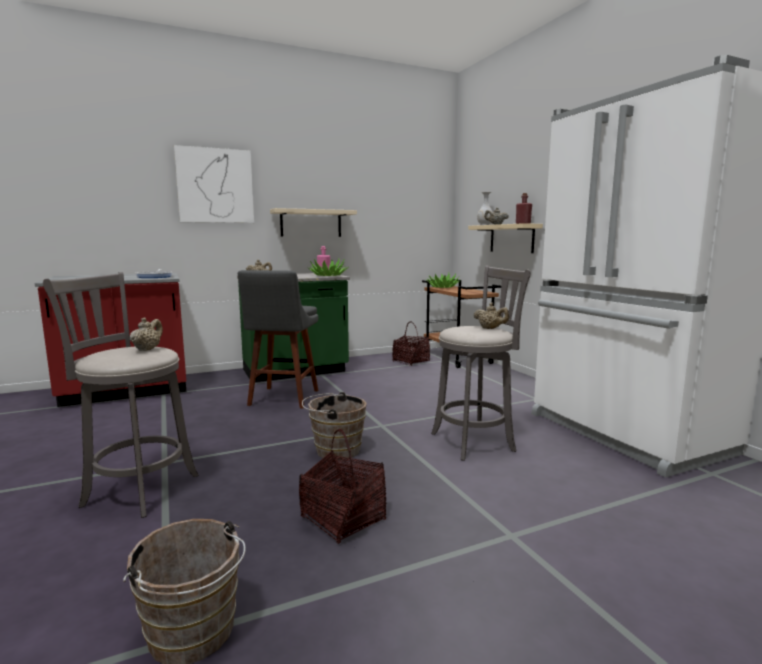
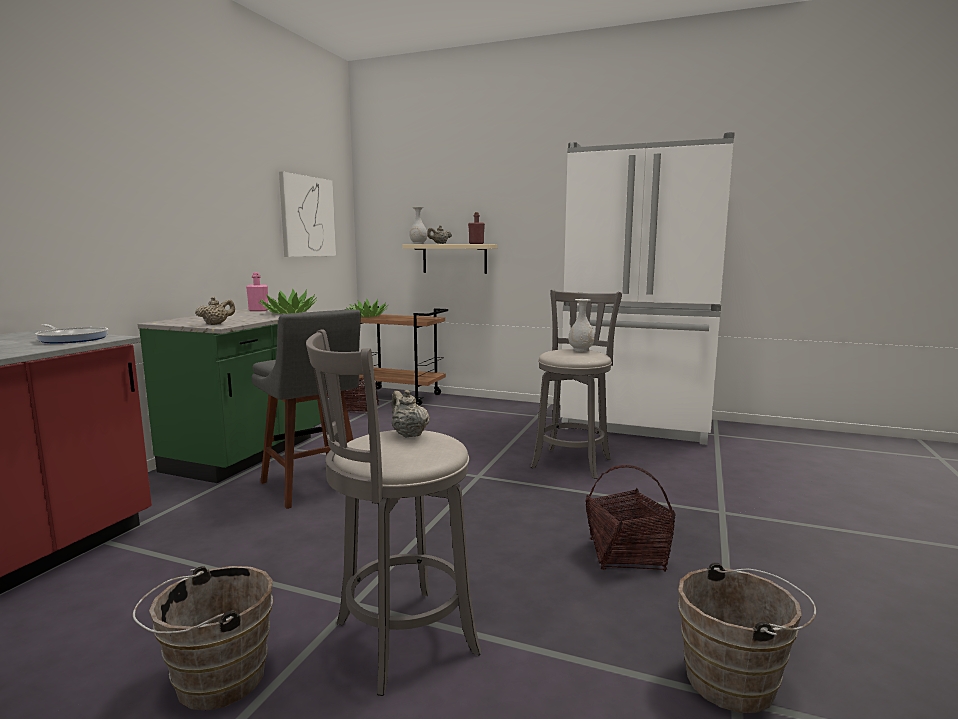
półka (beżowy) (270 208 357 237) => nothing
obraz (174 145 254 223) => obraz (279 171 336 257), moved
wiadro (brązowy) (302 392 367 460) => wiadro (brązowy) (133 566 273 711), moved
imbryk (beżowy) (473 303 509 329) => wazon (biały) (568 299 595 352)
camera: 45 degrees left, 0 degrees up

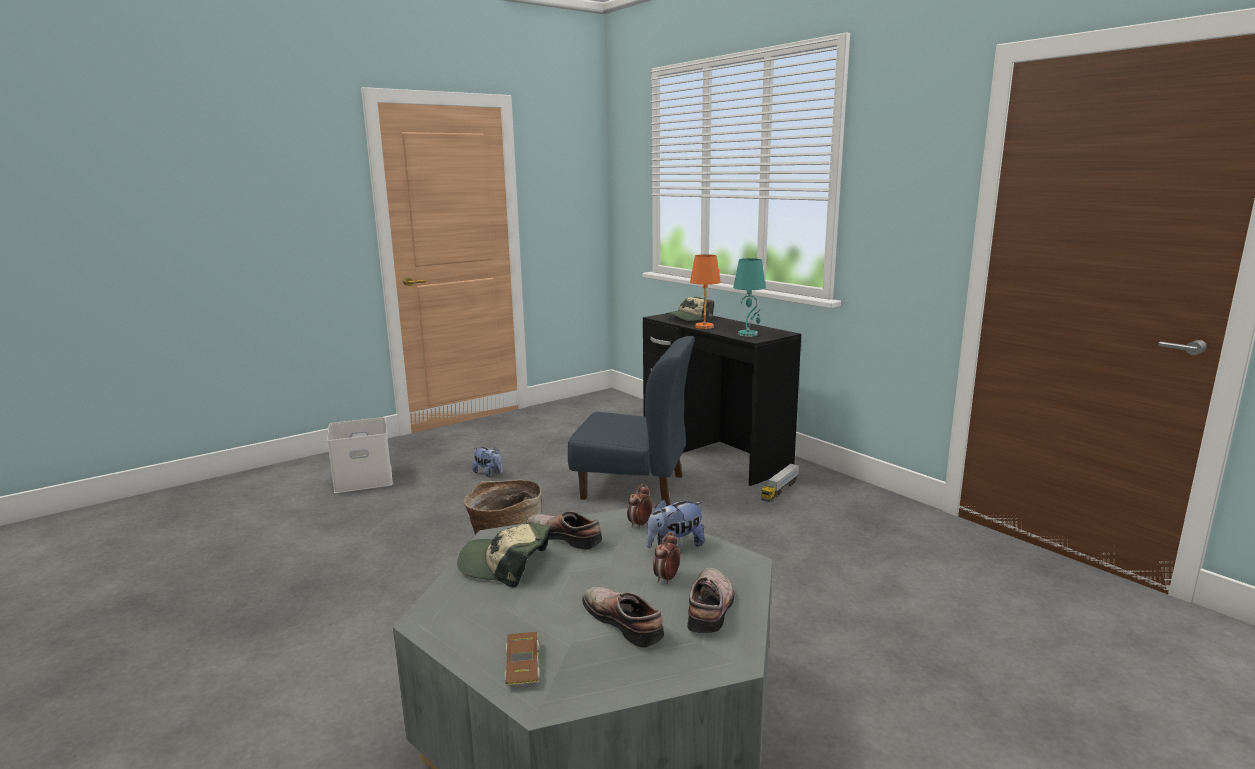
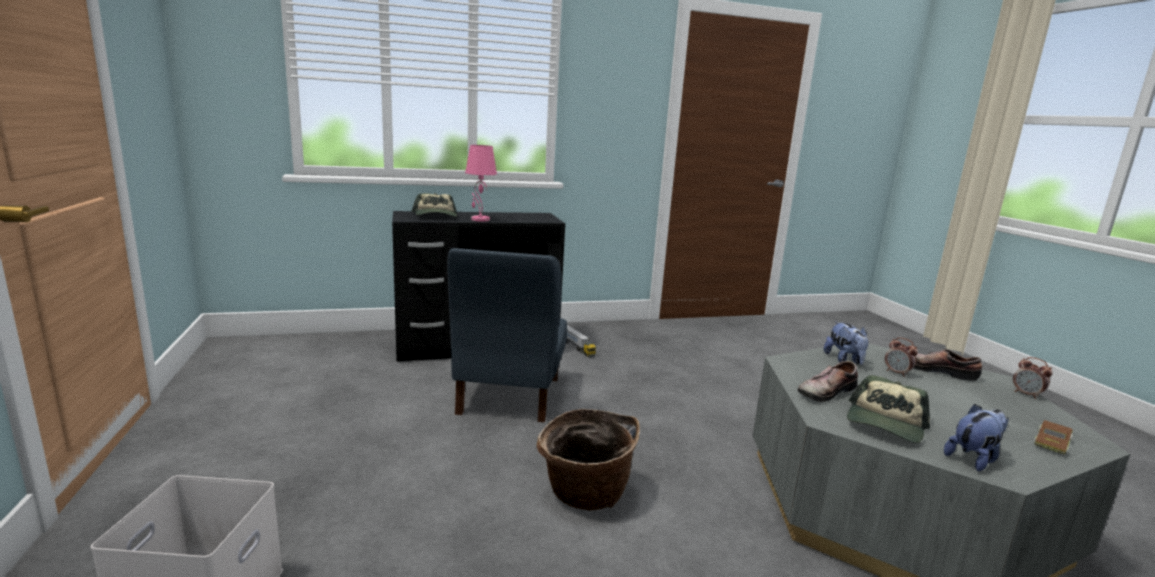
but (582 587 664 648) => nothing
lampa stołowa (turkusowy) (733 258 766 337) => nothing
pluszak (472 447 503 477) => pluszak (944 404 1009 471), moved
budzik (627 484 653 528) => budzik (1013 357 1053 399), moved
lampa stołowa (pomarańczowy) (690 254 721 329) => lampa stołowa (różowy) (465 145 497 222)
samochodzik (brązowy) (505 632 539 686) => samochodzik (brązowy) (1034 420 1073 455), 120 degrees clockwise
krzesło (niebieski) (568 336 695 506) => krzesło (niebieski) (447 248 567 422), 150 degrees clockwise
camera: 70 degrees left, 0 degrees up

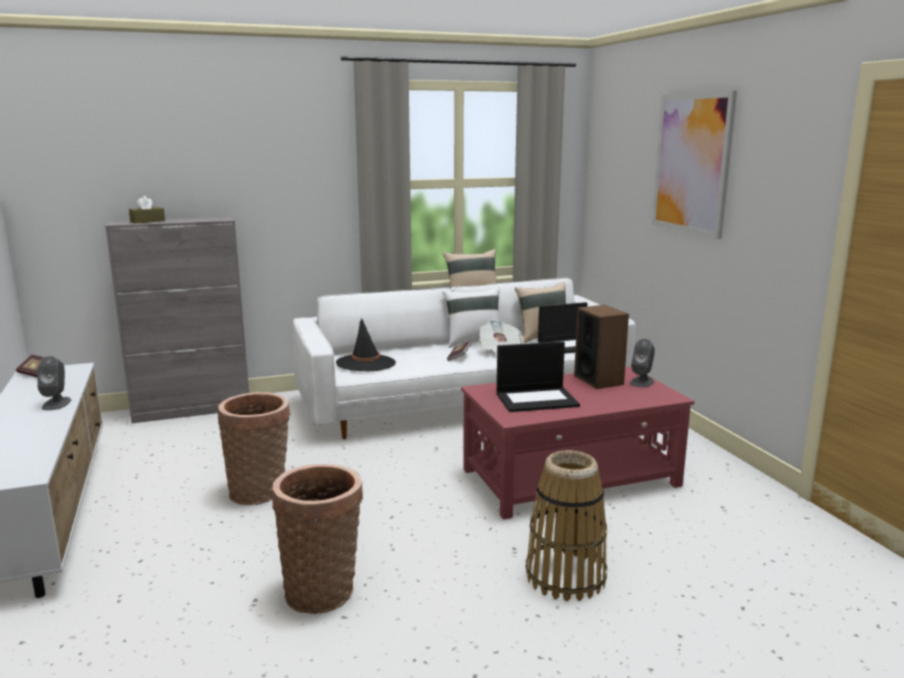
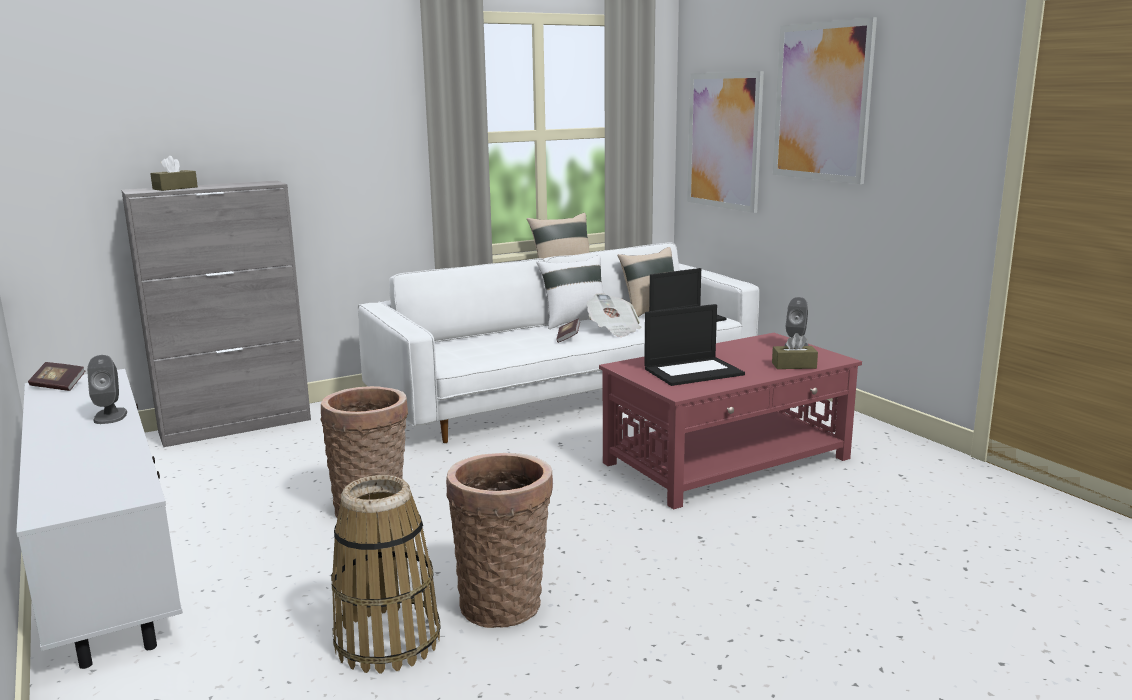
kapelusz (czarny) (336 319 396 371) => nothing
głośnik (574 305 629 389) => nothing
nothing => obraz (687 71 764 213)
nothing => pudełko chusteczek (brązowy) (772 333 818 369)
koszyk (525 450 607 601) => koszyk (331 475 441 674), moved
camera: 10 degrees left, 0 degrees up

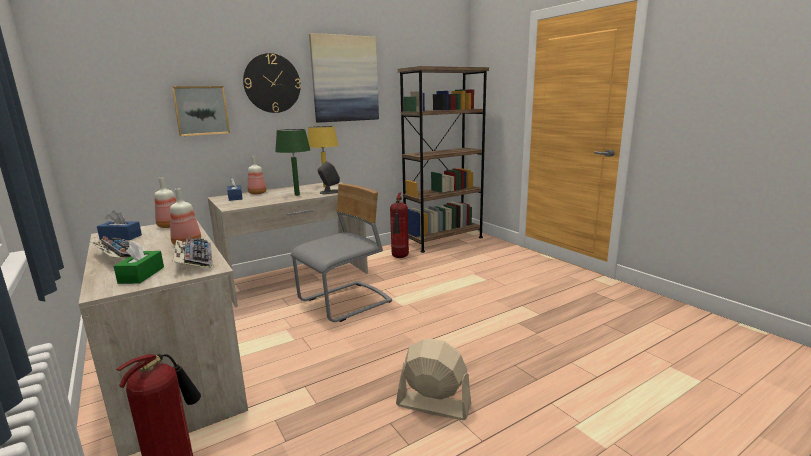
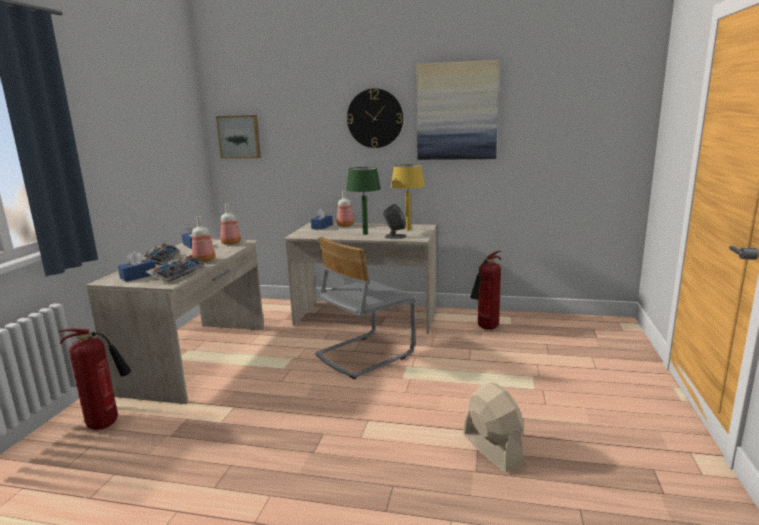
regał (brązowy) (398 66 489 253) => nothing
obraz (171 86 230 136) => obraz (216 115 261 159), moved
wentylator (beżowy) (396 338 471 420) => wentylator (beżowy) (463 382 525 472), moved
pudełko chusteczek (zielony) (114 241 164 284) => pudełko chusteczek (niebieski) (118 251 156 282)
krzesło (szary) (291 183 392 322) => krzesło (szary) (315 237 416 379), 135 degrees clockwise
camera: 45 degrees right, 0 degrees up

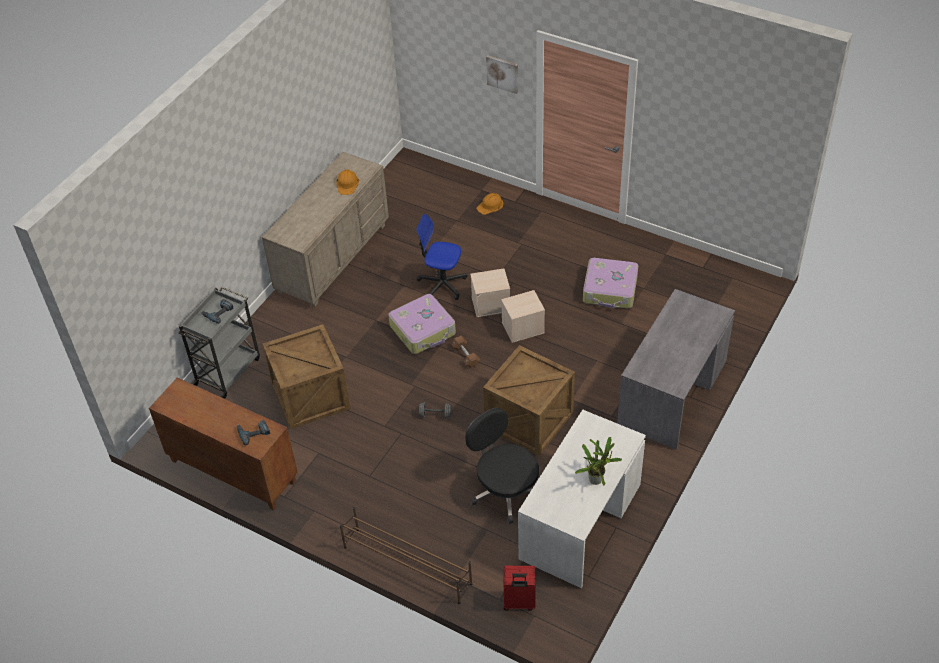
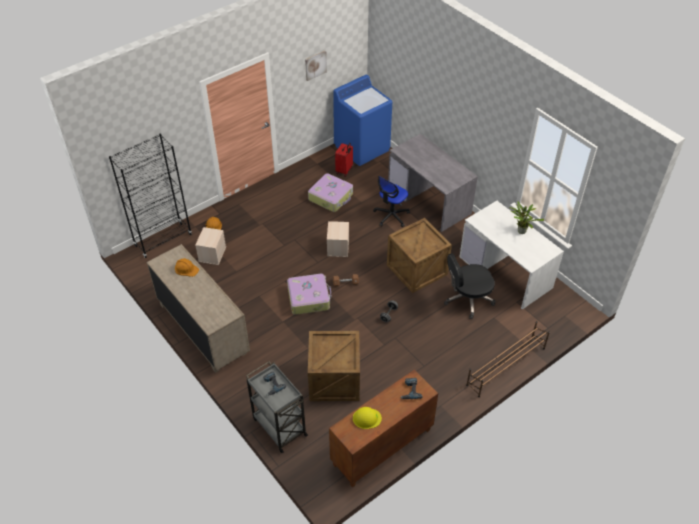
nothing => regał (czarny) (109 134 192 258)
nothing => pralka (niebieski) (333 75 392 166)
nothing => kask (żółty) (353 407 382 429)
krzesło biurowe (416 214 467 300) => krzesło biurowe (373 176 410 227), moved
pojemnik do przechowywania (beżowy) (470 268 510 317) => pojemnik do przechowywania (beżowy) (195 227 226 265), moved
obraz (486 56 518 94) => obraz (305 51 327 81), moved
walizka (czerwony) (504 566 536 611) => walizka (czerwony) (335 143 353 177), moved
camera: 70 degrees left, 0 degrees up

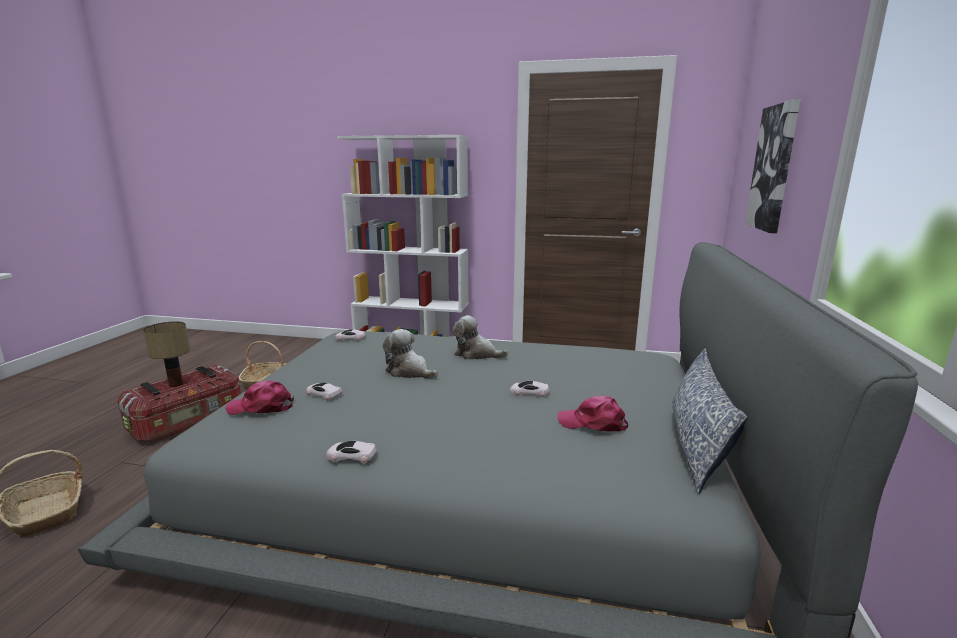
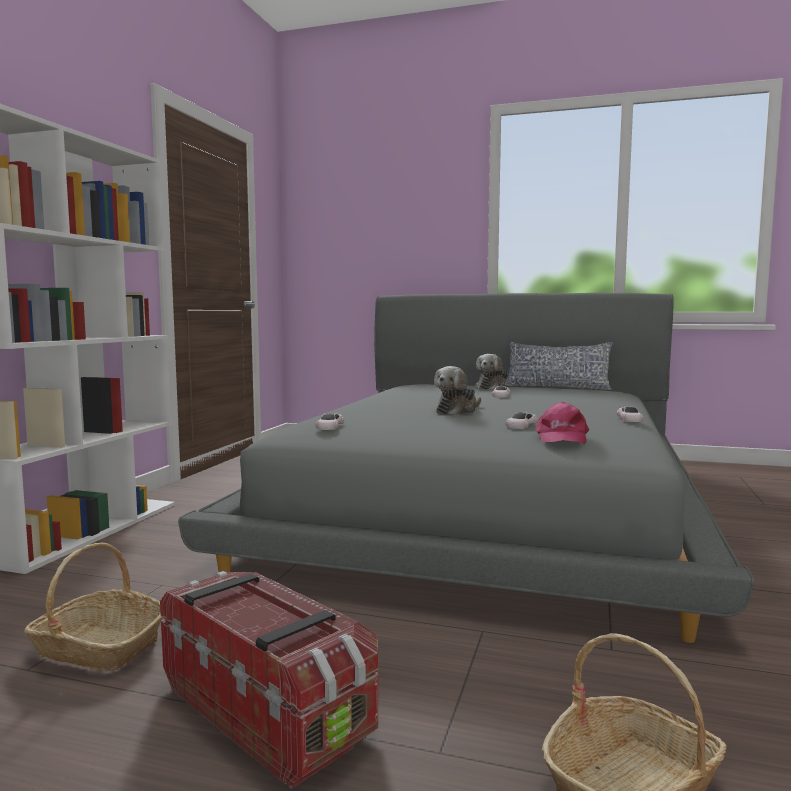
lampa stołowa (143 321 190 387) => nothing
czapka z daszkiem (różowy) (557 396 628 432) => nothing
obraz (745 100 800 233) => nothing
pluszak (453 315 508 359) => pluszak (475 354 508 390), moved
camera: 85 degrees left, 10 degrees down

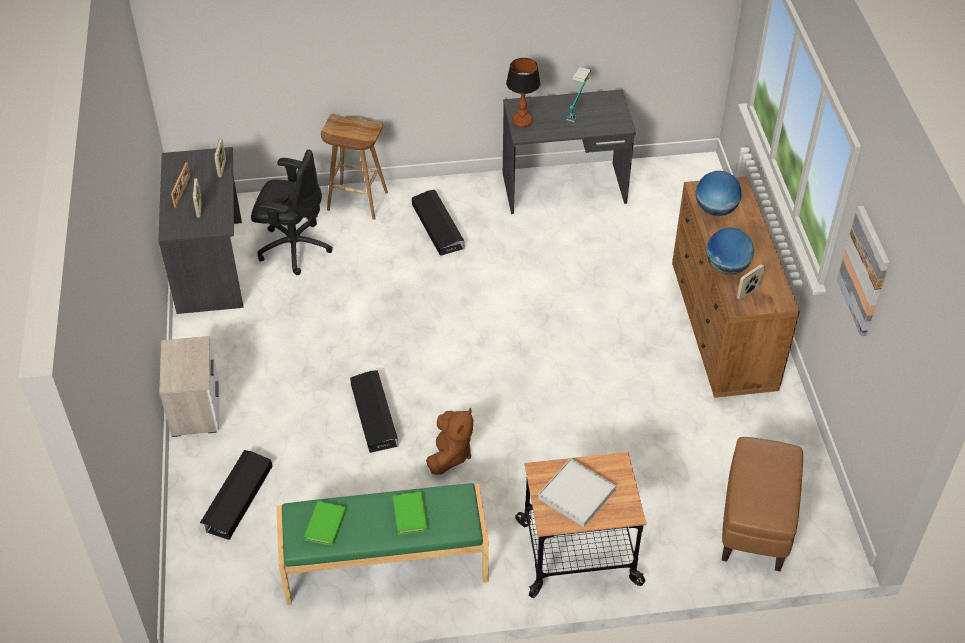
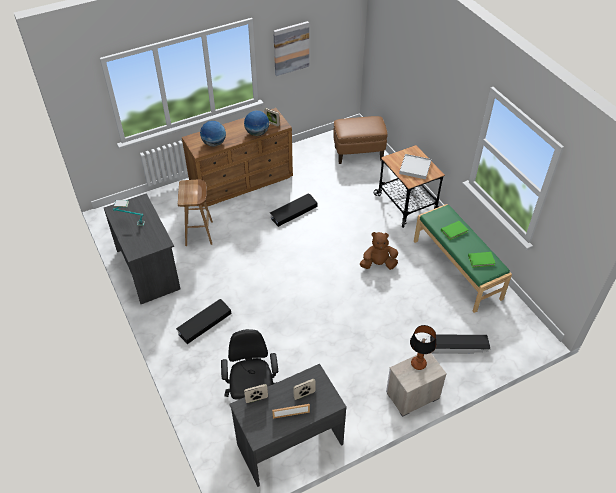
stołek (brązowy) (321 113 388 220) => stołek (brązowy) (178 179 213 246), moved
pojemnik do przechowywania (czarny) (350 370 399 453) => pojemnik do przechowywania (czarny) (270 193 317 227), moved
lampa stołowa (506 58 541 128) => lampa stołowa (410 325 437 370), moved
camera: 110 degrees left, 0 degrees up

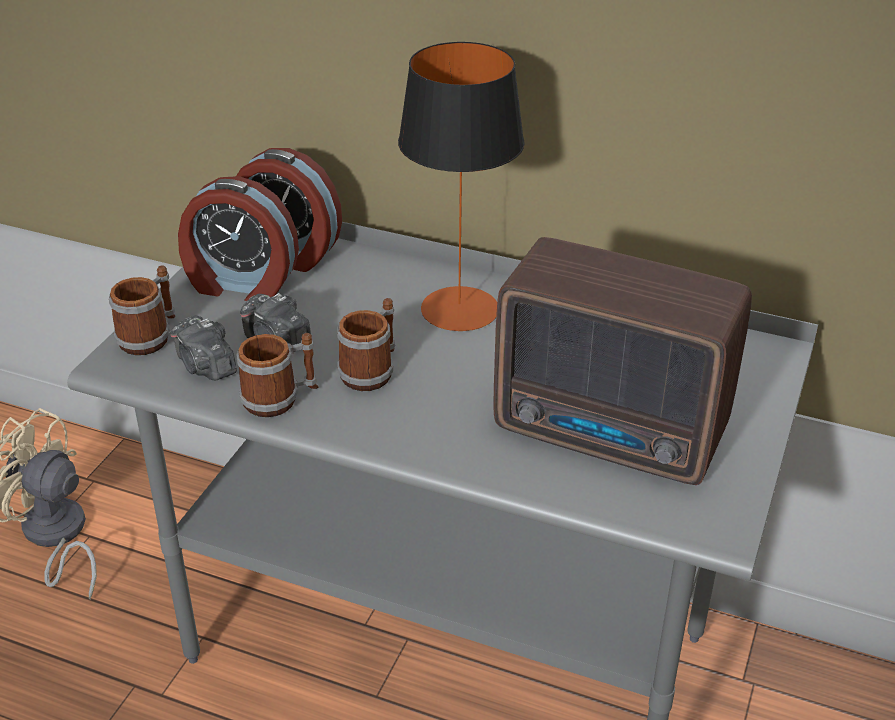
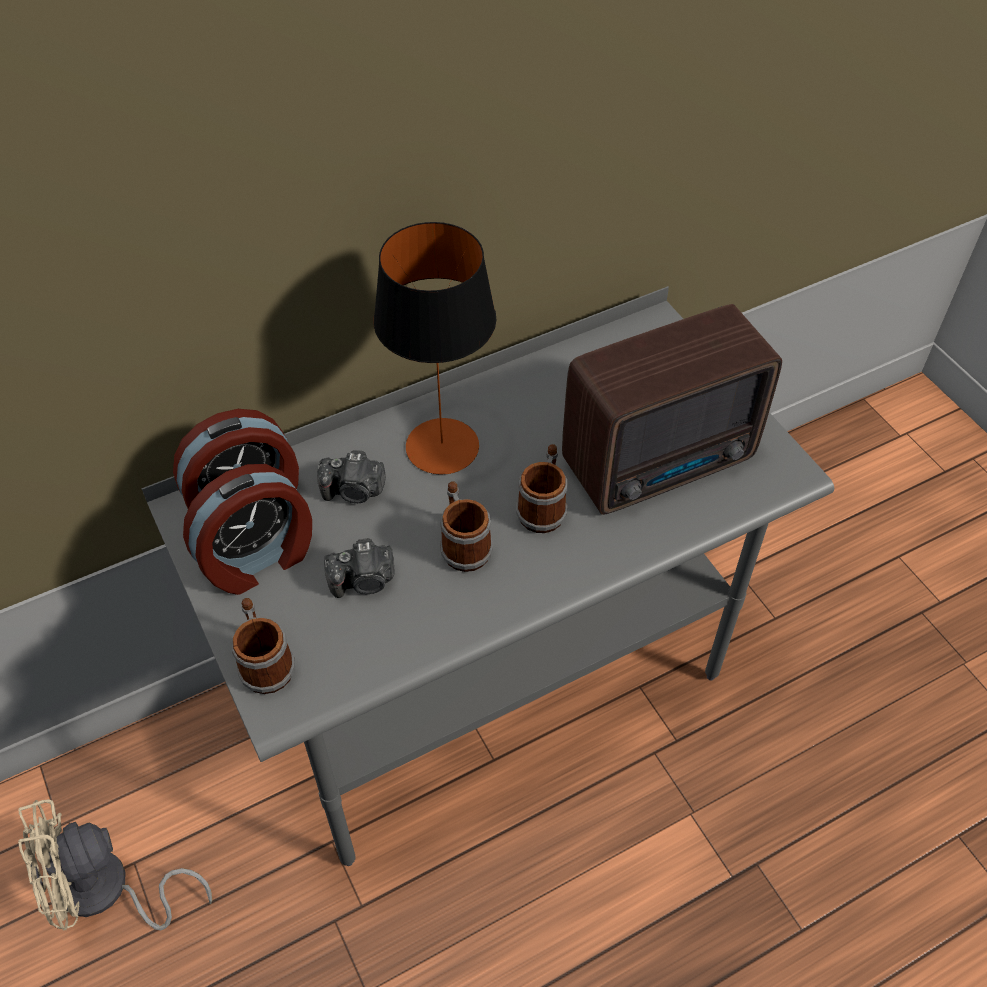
aparat fotograficzny (170 315 237 381) => aparat fotograficzny (317 450 386 503), moved
kubek (237 333 318 417) => kubek (516 444 567 533), moved
camera: 50 degrees left, 15 degrees up

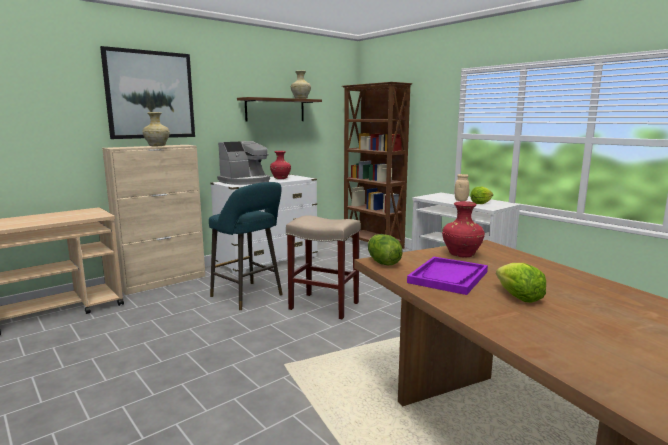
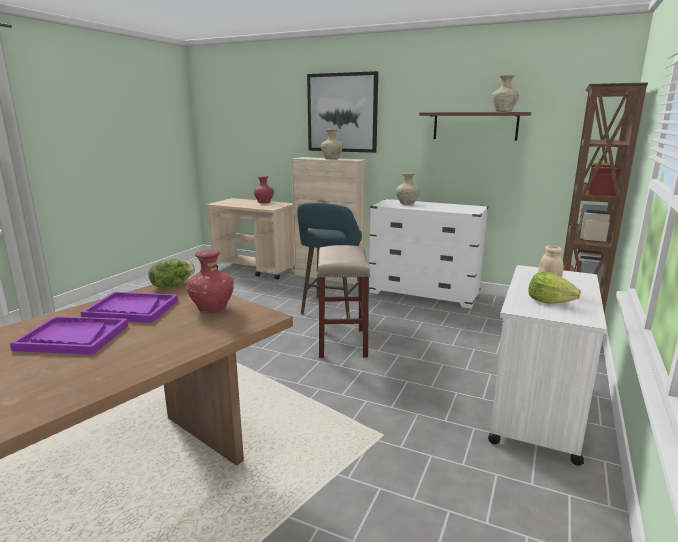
wazon (czerwony) (270 151 291 179) => wazon (czerwony) (254 176 274 203), moved
ekspres do kawy (217 141 270 185) => wazon (beżowy) (396 172 419 205)
sałata (496 263 546 303) => taca (fioletowy) (10 316 128 355)
camera: 65 degrees right, 5 degrees up

